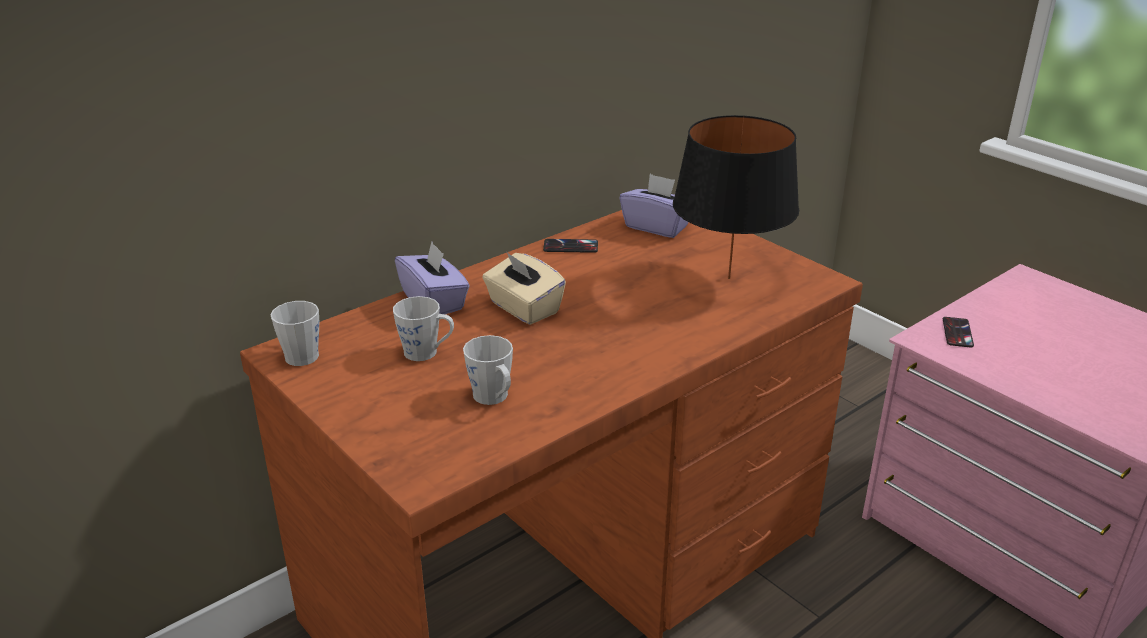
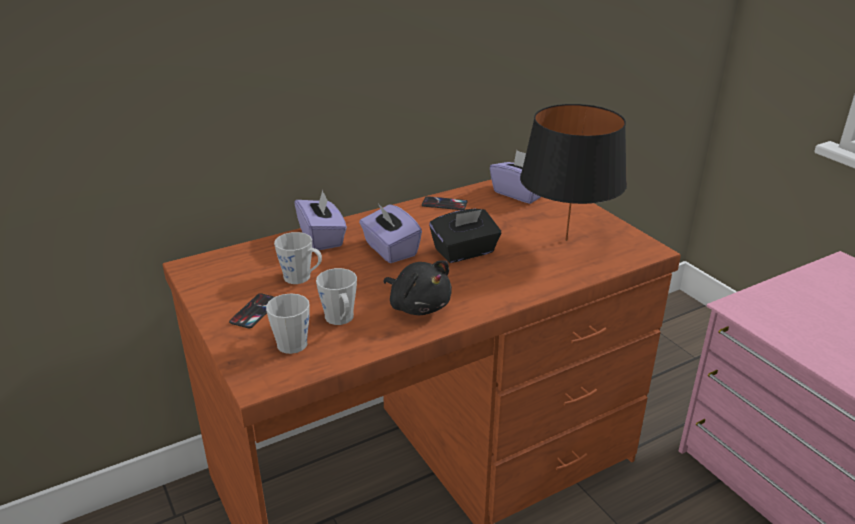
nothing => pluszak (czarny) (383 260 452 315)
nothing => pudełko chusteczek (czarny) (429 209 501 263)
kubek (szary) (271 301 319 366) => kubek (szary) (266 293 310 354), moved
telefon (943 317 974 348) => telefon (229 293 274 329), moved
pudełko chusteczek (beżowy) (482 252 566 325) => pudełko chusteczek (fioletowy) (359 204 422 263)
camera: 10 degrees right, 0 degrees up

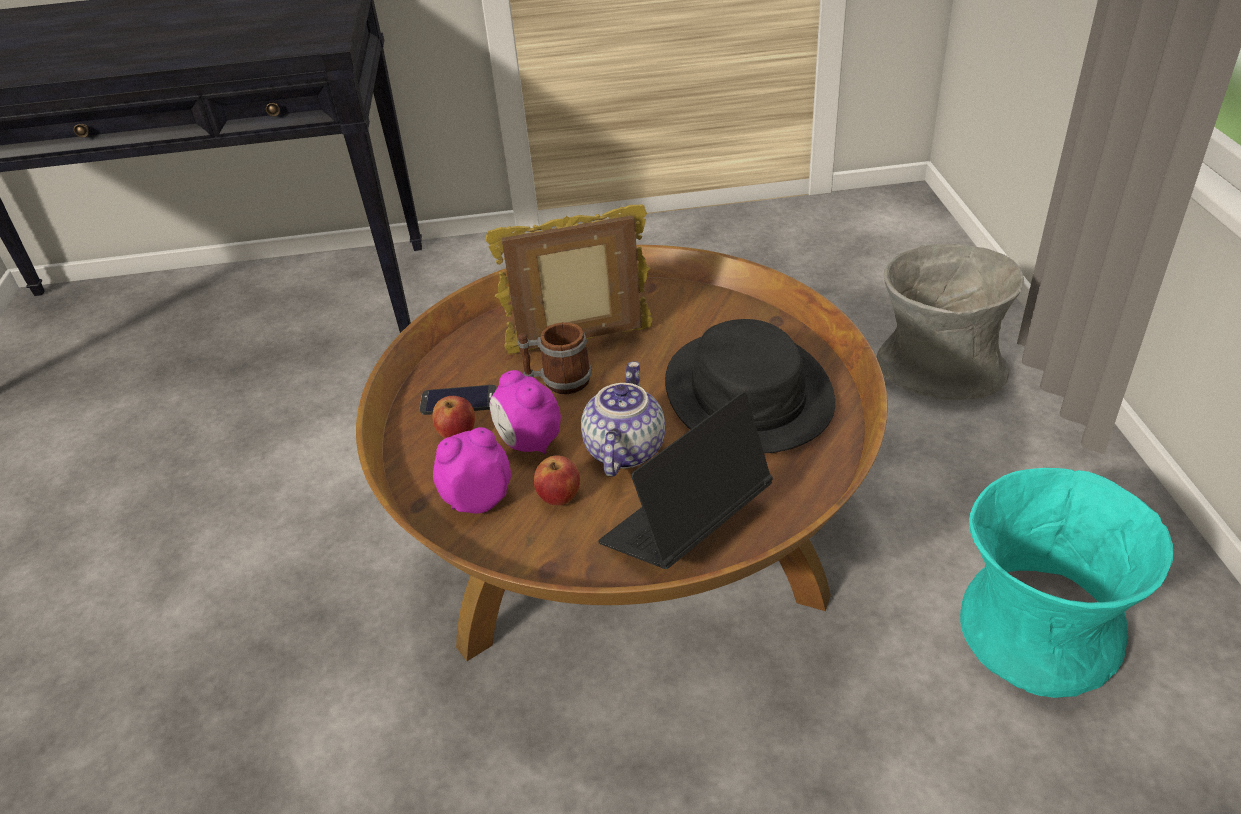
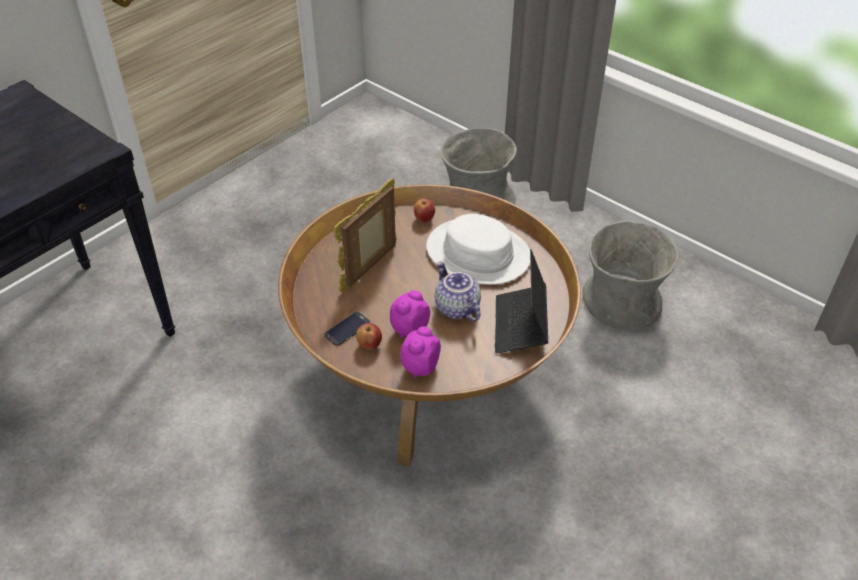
kubek (518 322 592 394) => nothing
jabłko (534 455 580 506) => jabłko (414 199 435 222), moved
kapelusz (czarny) (665 319 835 453) => kapelusz (biały) (426 214 530 285)
wazon (turkusowy) (960 468 1174 698) => wazon (szary) (582 221 678 330)
budzik (490 370 561 454) => budzik (390 290 430 338), 120 degrees clockwise
camera: 45 degrees left, 5 degrees up

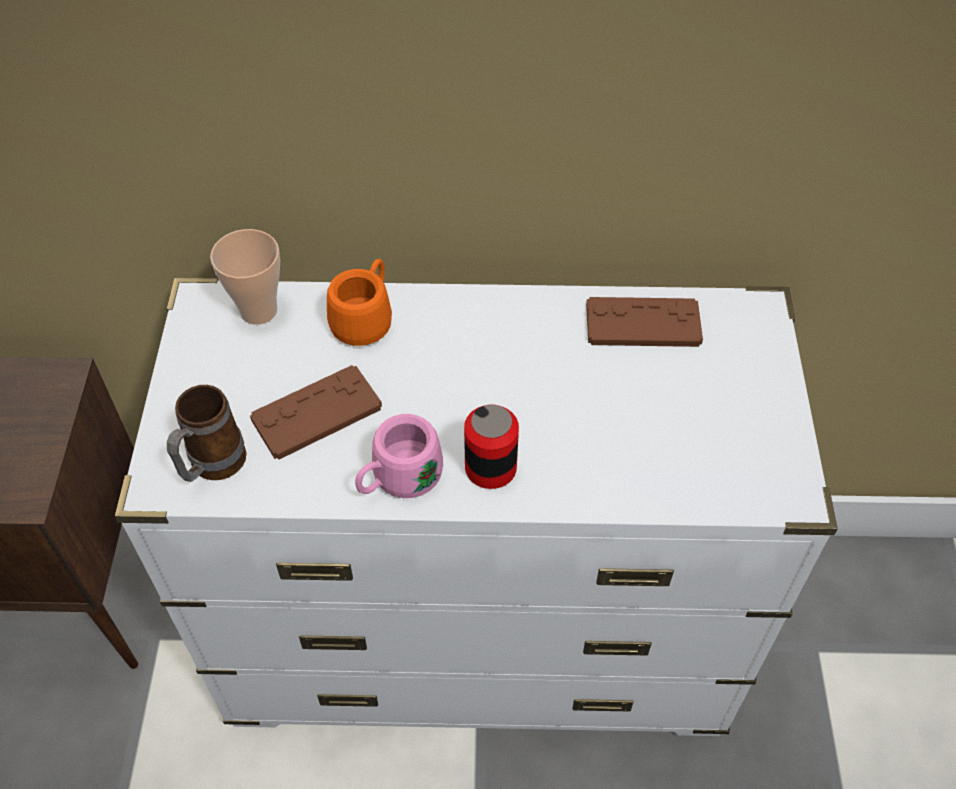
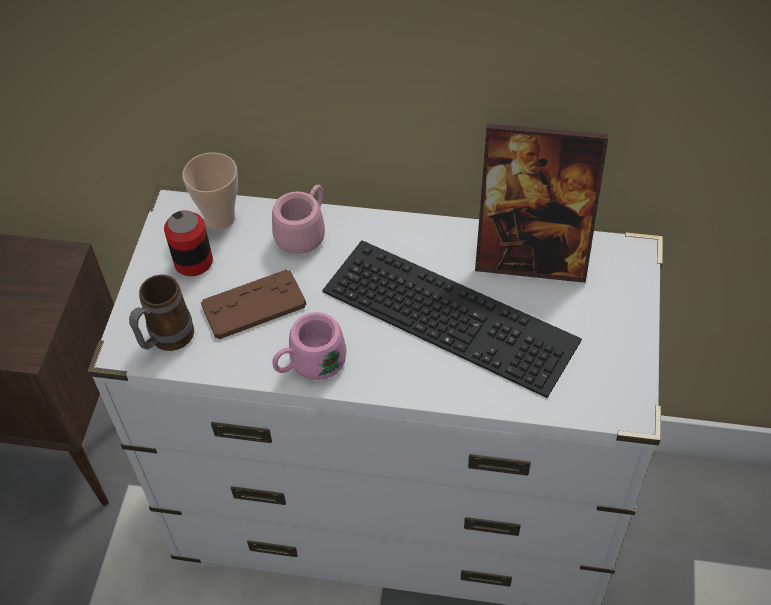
nothing => klawiatura (322 240 582 398)
puszka (464 404 519 489) => puszka (164 210 213 276), moved
pad do gier (brązowy) (586 297 703 347) => ramka na zdjęcie (475 123 608 283)
kubek (pomarańczowy) (327 259 392 346) => kubek (różowy) (272 185 325 254)
camera: 10 degrees right, 0 degrees up

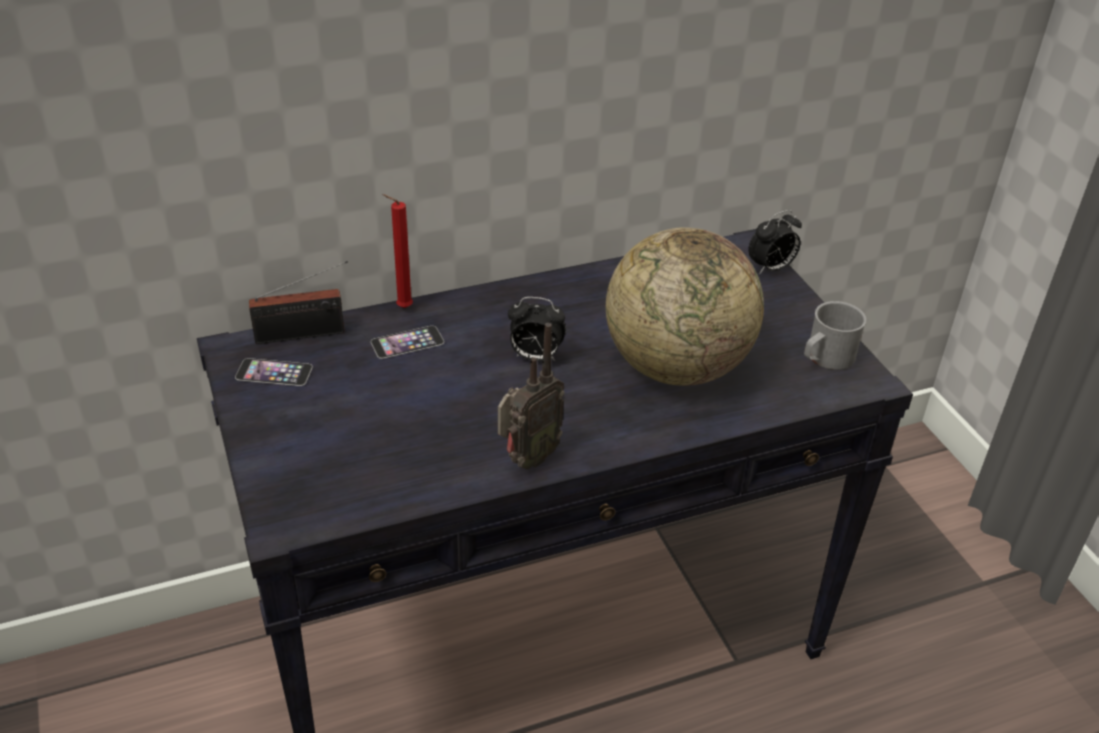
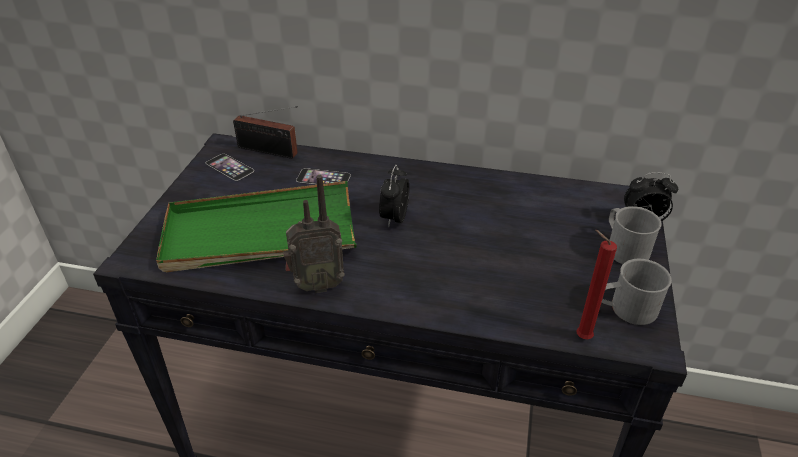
globus (606 227 764 386) => nothing
nothing => taca (zielony) (156 181 357 272)
nothing => kubek (szary) (609 206 662 264)
świeca (czerwony) (383 194 413 308) => świeca (czerwony) (576 230 617 339), moved
budzik (508 297 566 361) => budzik (379 165 409 227), 60 degrees clockwise
camera: 35 degrees right, 0 degrees up

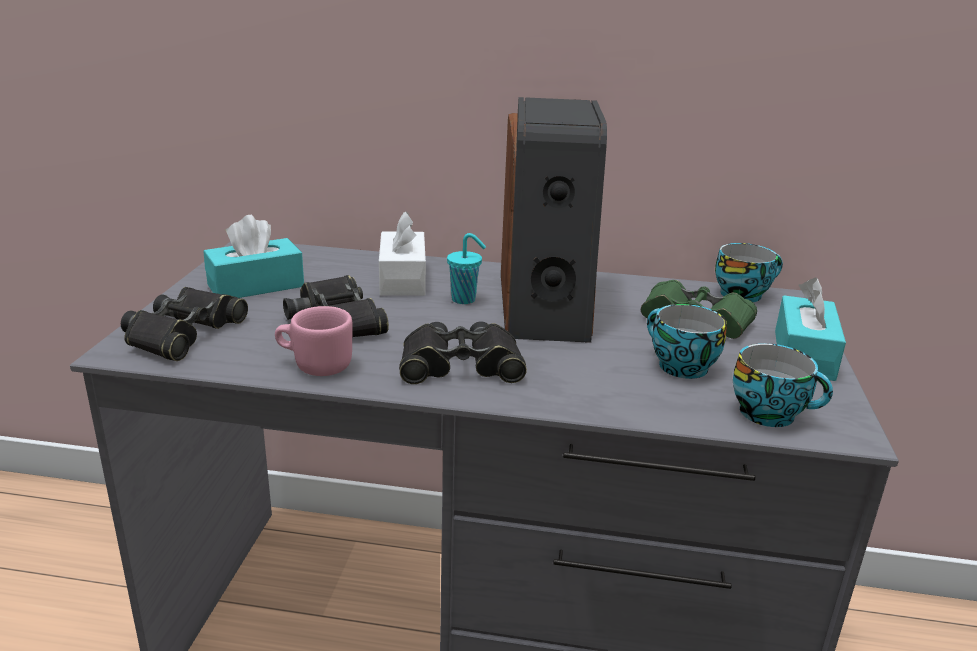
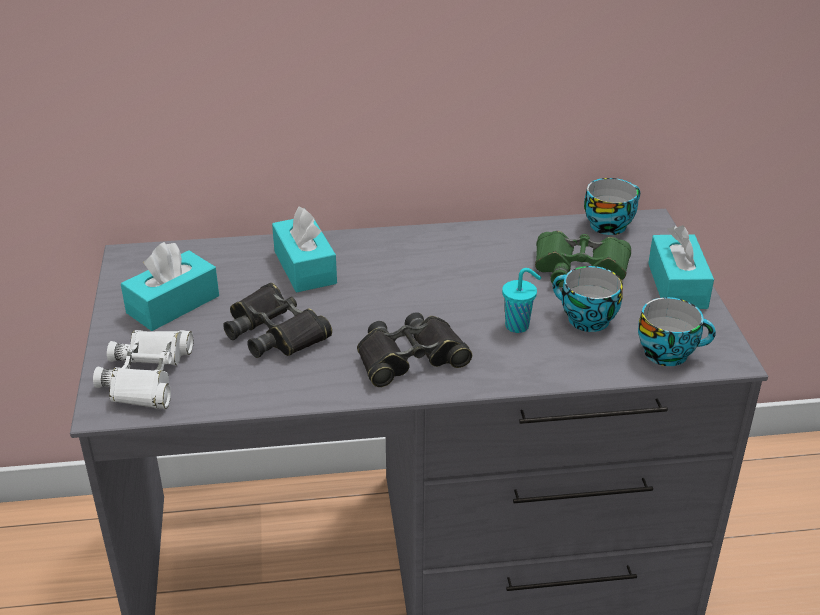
kubek (różowy) (275 306 353 376) => nothing
głośnik (501 97 607 343) => nothing
filiżanka (turkusowy) (447 233 486 304) => filiżanka (turkusowy) (502 268 541 333), moved
lornetka (czarny) (121 287 248 361) => lornetka (biały) (93 330 193 409)
pudełko chusteczek (biały) (379 211 426 296) => pudełko chusteczek (turkusowy) (272 206 337 292)
camera: 15 degrees left, 10 degrees up

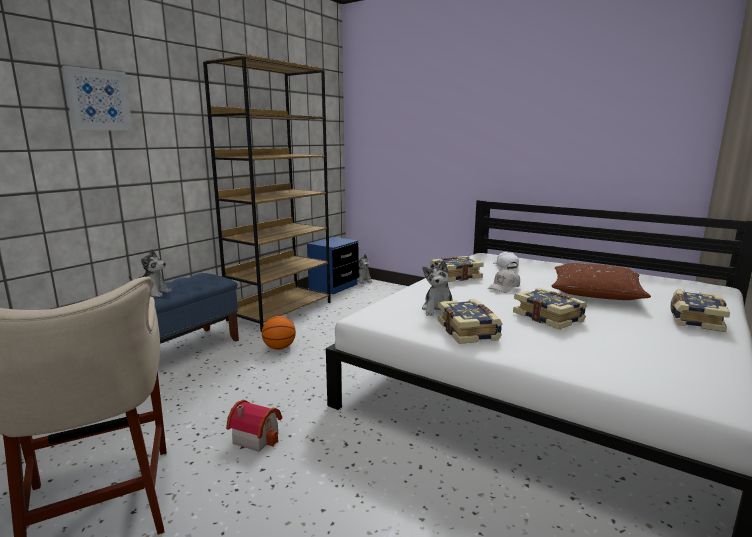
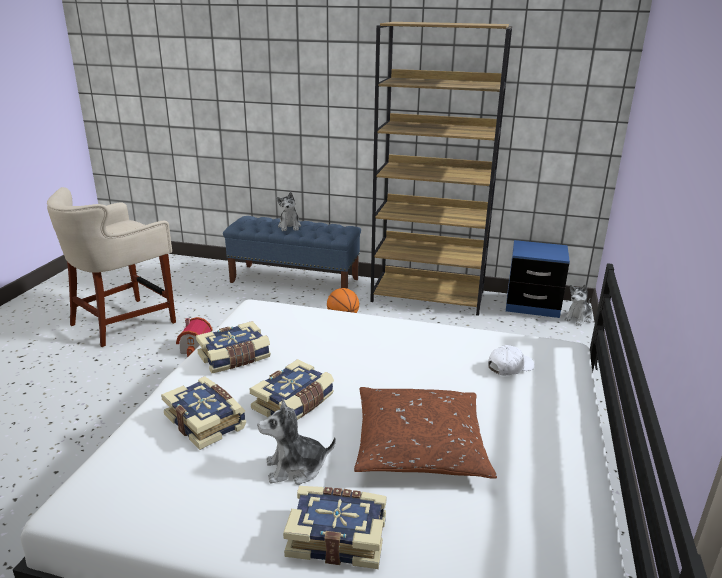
obraz (62 65 133 131) => nothing
czapka z daszkiem (biały) (488 269 520 293) => nothing
pluszak (422 260 453 316) => pluszak (257 398 336 485), moved
książka (430 256 484 282) => książka (161 376 247 450), moved
camera: 70 degrees right, 10 degrees up

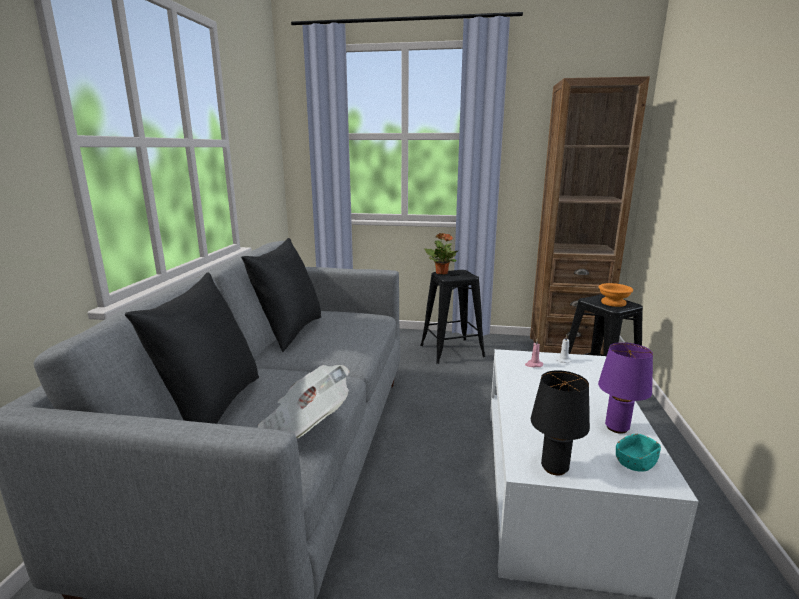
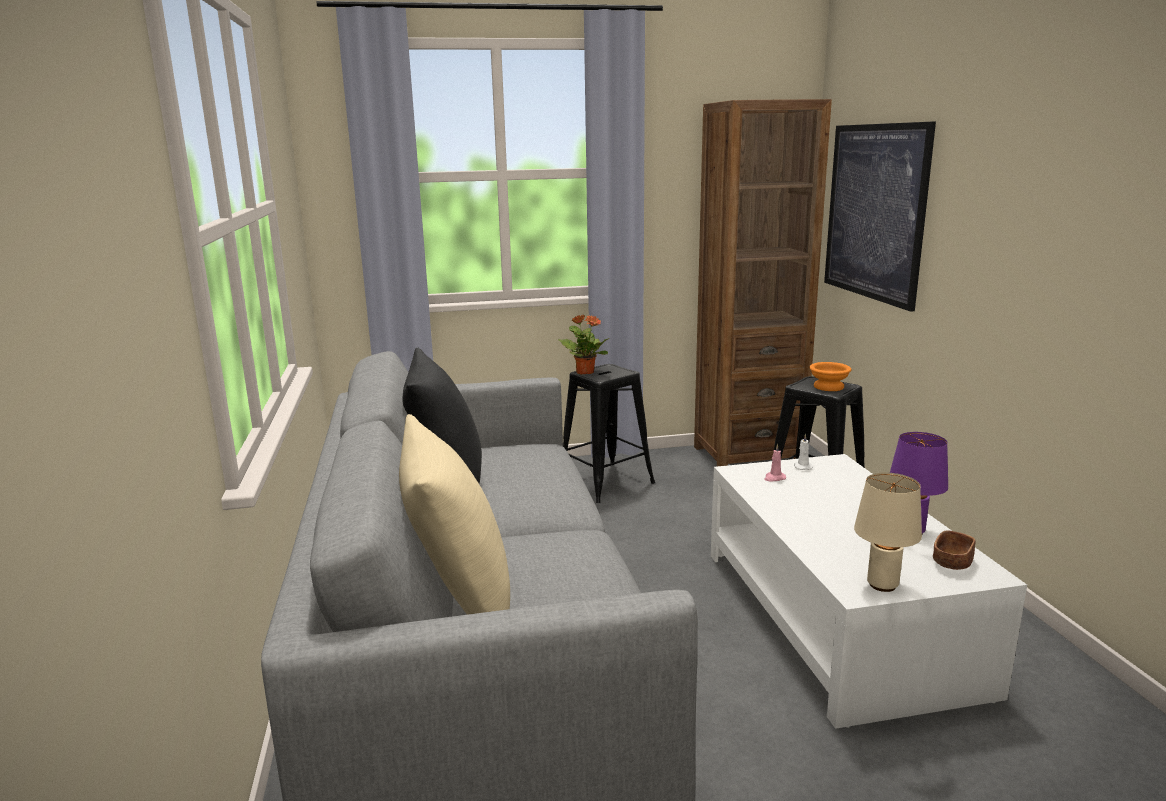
gazeta (258 365 350 438) => nothing
nothing => obraz (824 122 936 312)
poduszka (czarny) (125 272 259 424) => poduszka (beżowy) (399 414 510 615)
lampa stołowa (czarny) (531 370 590 475) => lampa stołowa (beżowy) (854 473 922 592)
miska (turkusowy) (616 434 661 472) => miska (brązowy) (933 530 975 570)
camera: 20 degrees left, 0 degrees up

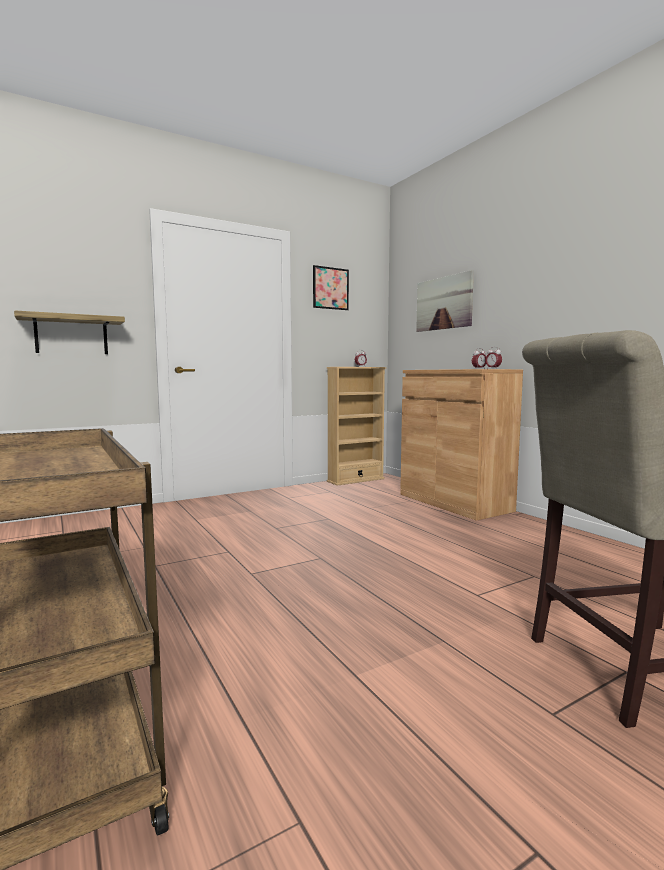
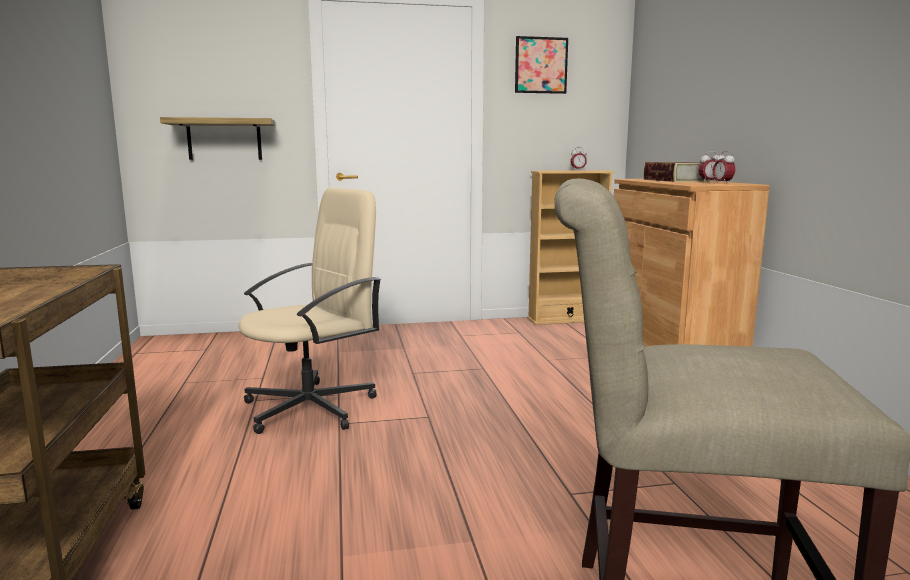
obraz (416 270 474 332) => nothing
nothing => krzesło biurowe (beżowy) (238 188 381 434)
nothing => książka (643 162 710 182)
camera: 20 degrees right, 5 degrees up

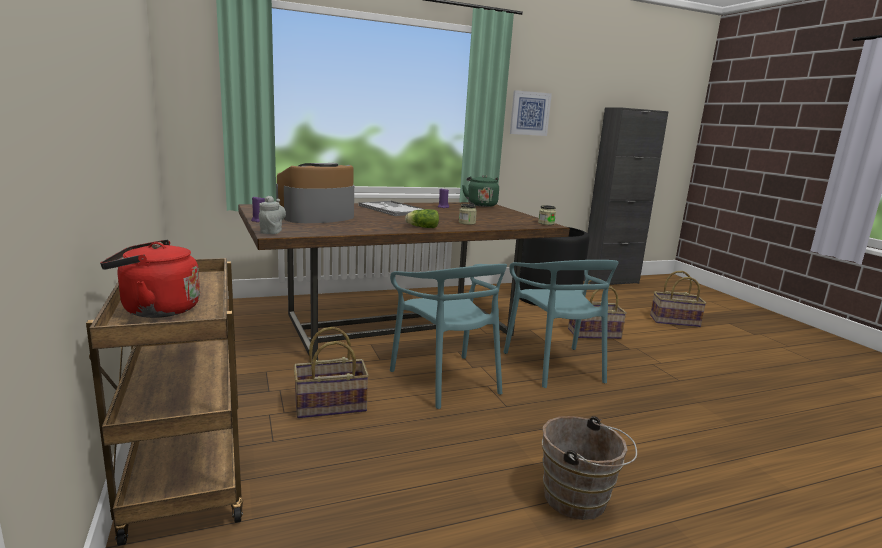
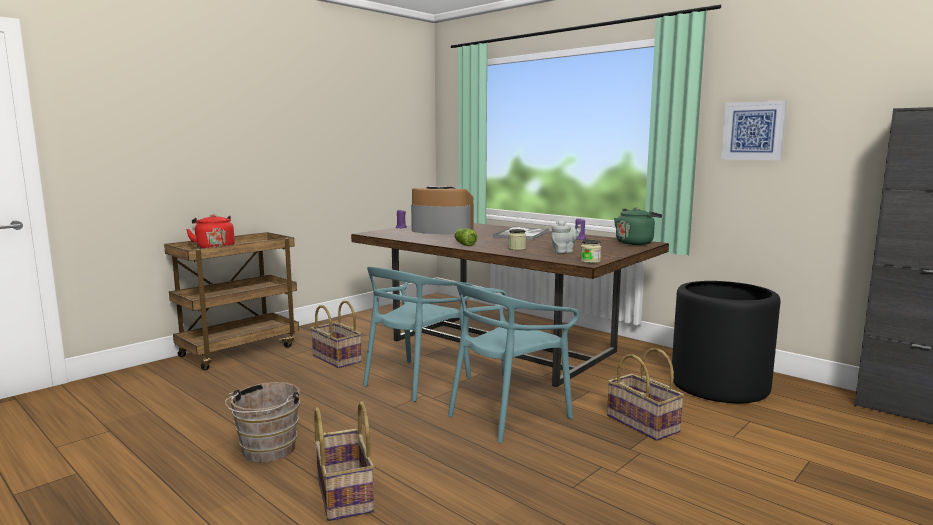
imbryk (szary) (259 196 286 234) => imbryk (szary) (551 220 581 253), moved
koszyk (650 271 707 327) => koszyk (314 402 374 521), moved
camera: 65 degrees right, 5 degrees down

